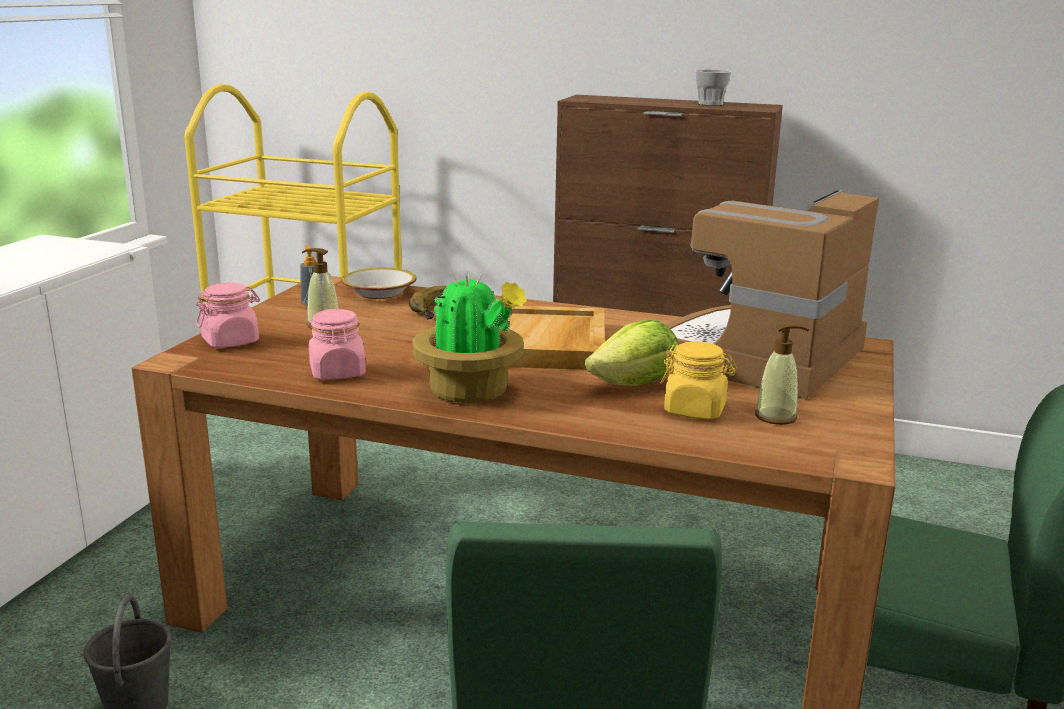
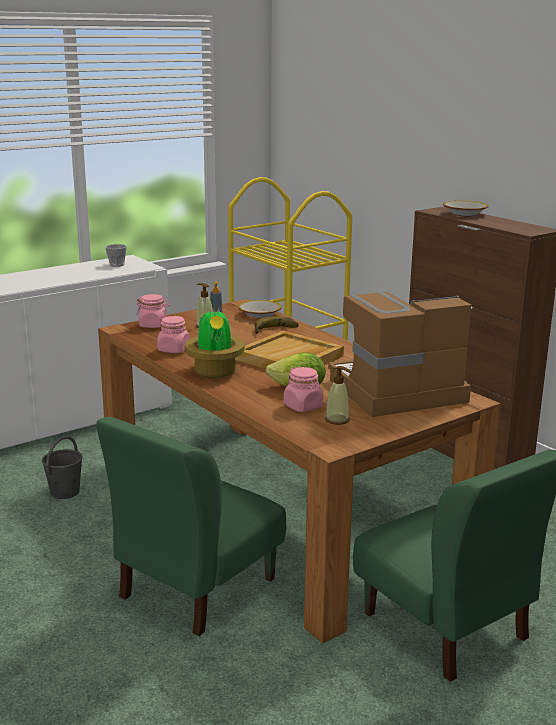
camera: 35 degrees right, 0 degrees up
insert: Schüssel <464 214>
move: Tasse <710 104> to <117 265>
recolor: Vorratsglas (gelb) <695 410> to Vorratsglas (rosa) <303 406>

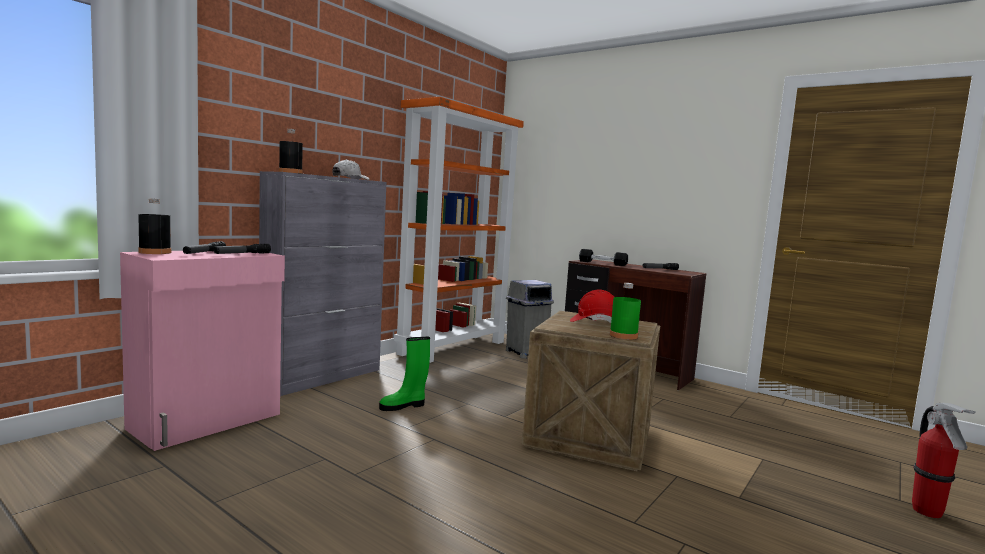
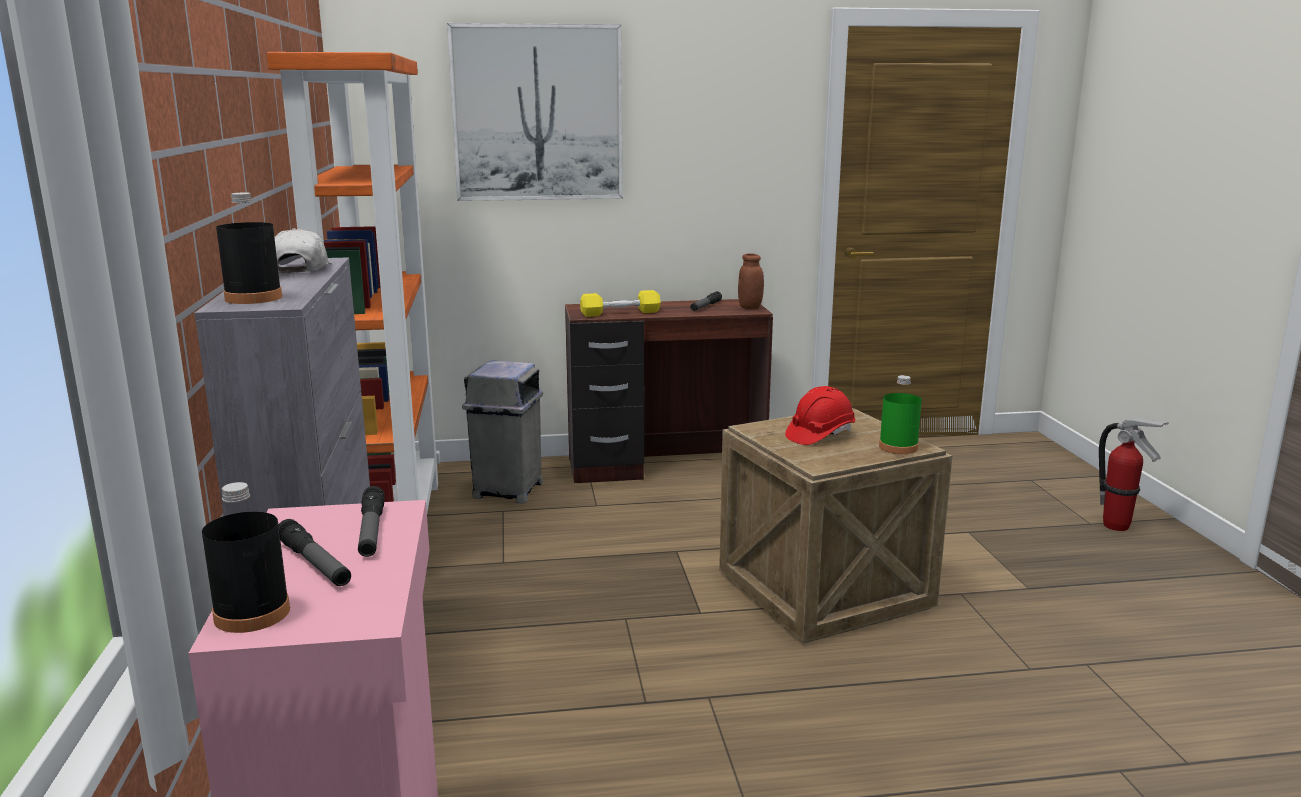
camera: 45 degrees left, 10 degrees up
delete: Stiefel (grün) <403 406>
insert: Bild <538 113>; Vorratsglas (braun) <750 307>
recolor: Hantel (schwarz) <602 263> to Hantel (gelb) <620 313>

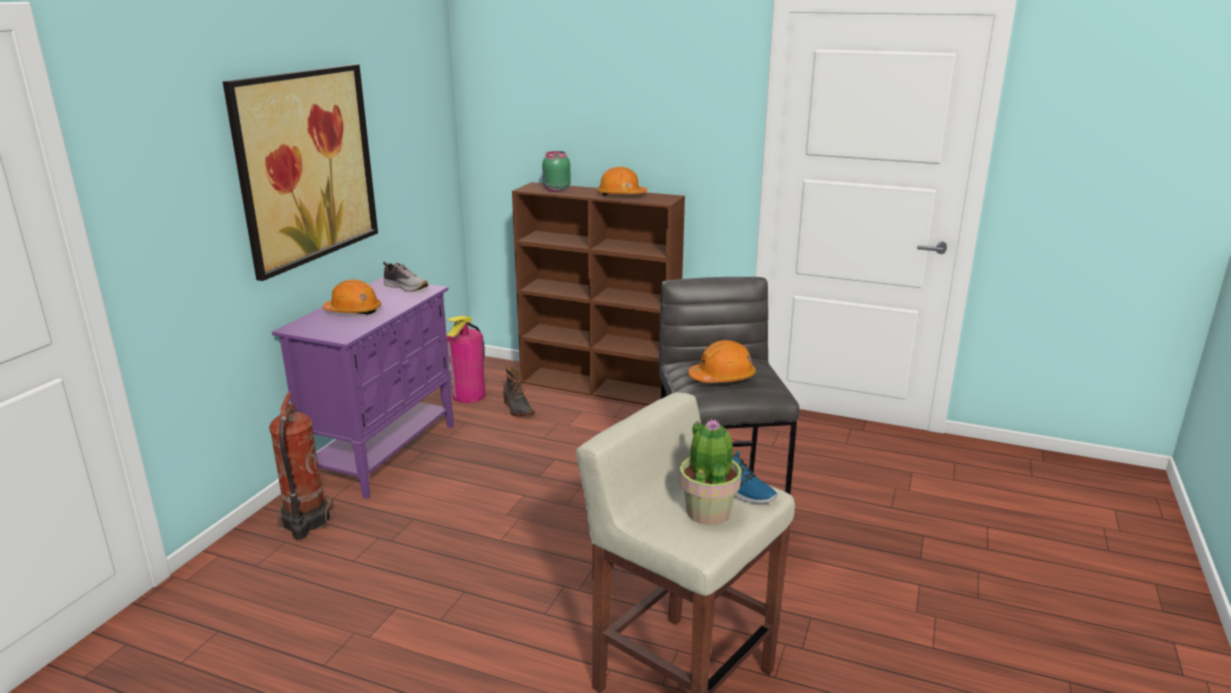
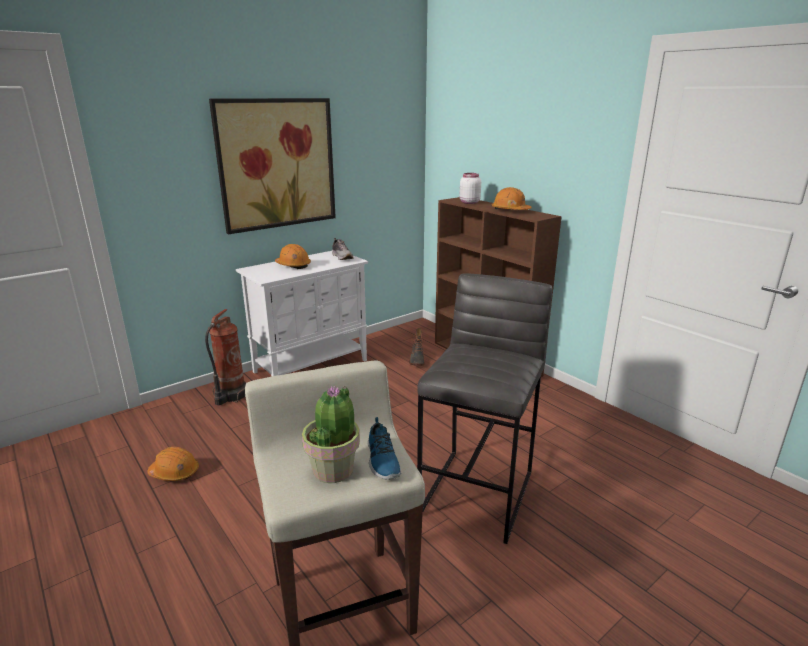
camera: 30 degrees right, 0 degrees up
delete: Feuerlöscher <469 395>
move: Schutzhelm (orange) <722 378> to <175 473>
recolor: Vorratsglas (grün) <556 190> to Vorratsglas (weiß) <469 202>; Schrank (lila) <384 452> to Schrank (weiß) <312 366>

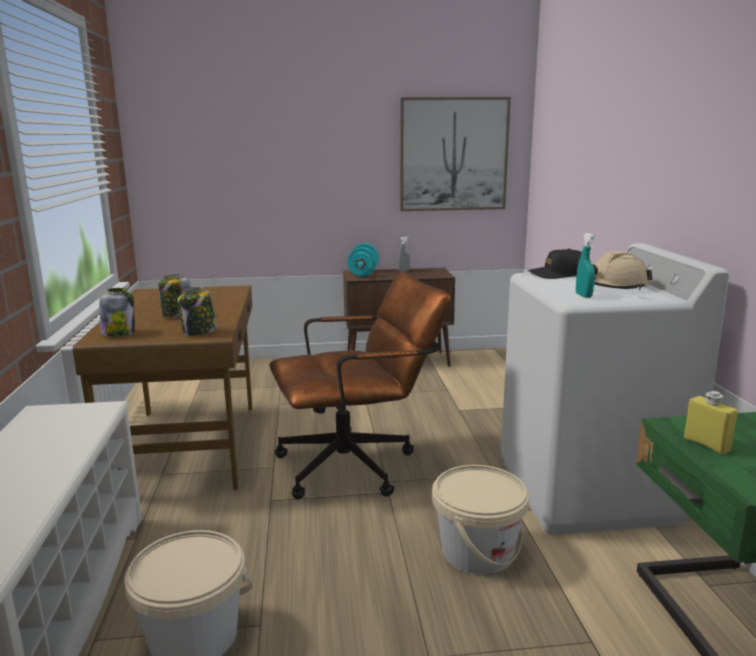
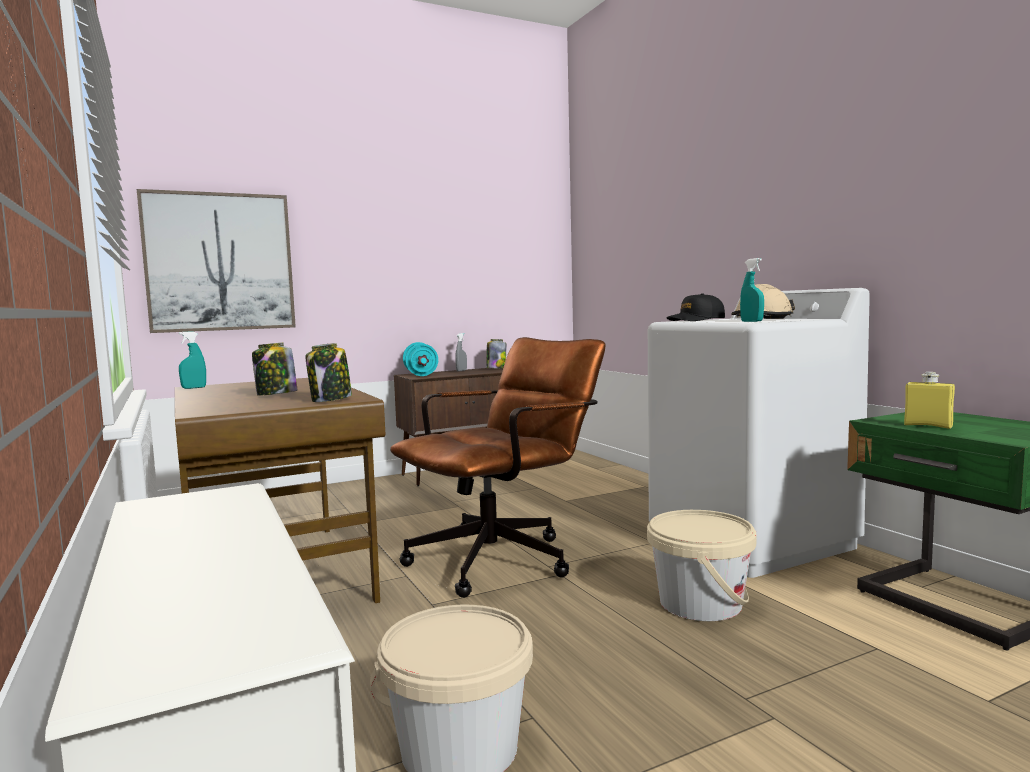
camera: 20 degrees left, 10 degrees down
insert: Sprühflasche (türkis) <194 388>
move: Bild <453 154> to <220 262>; Vorratsglas <119 333> to <496 368>

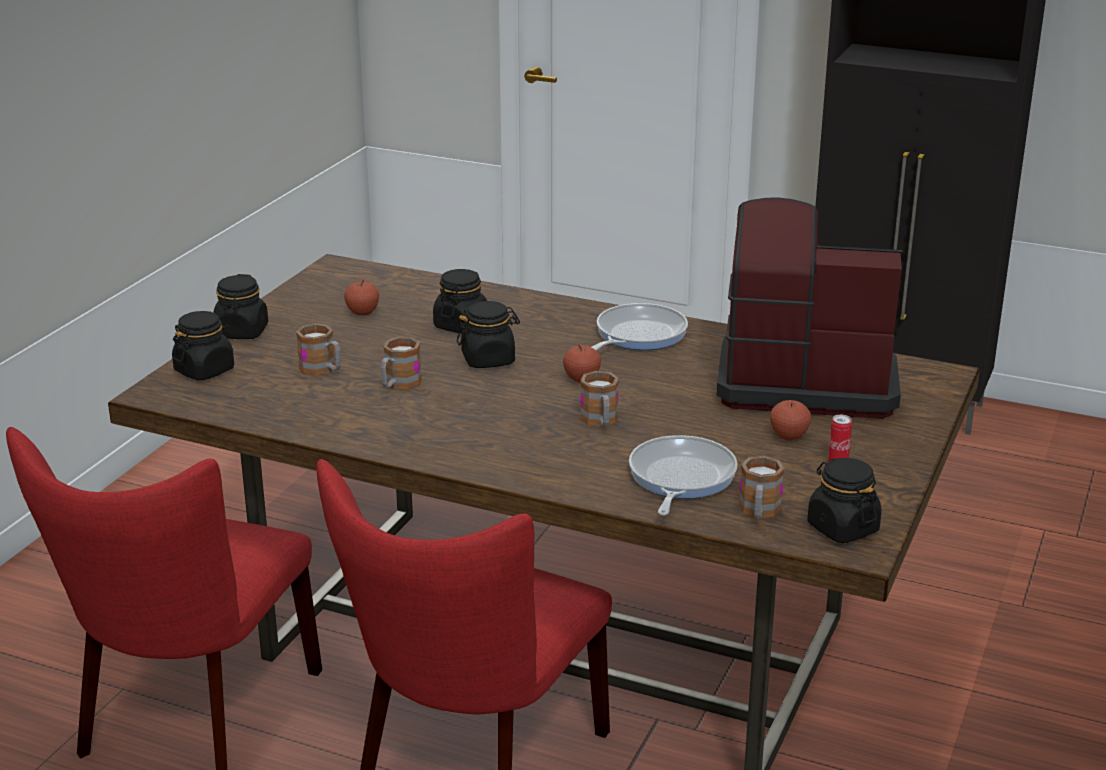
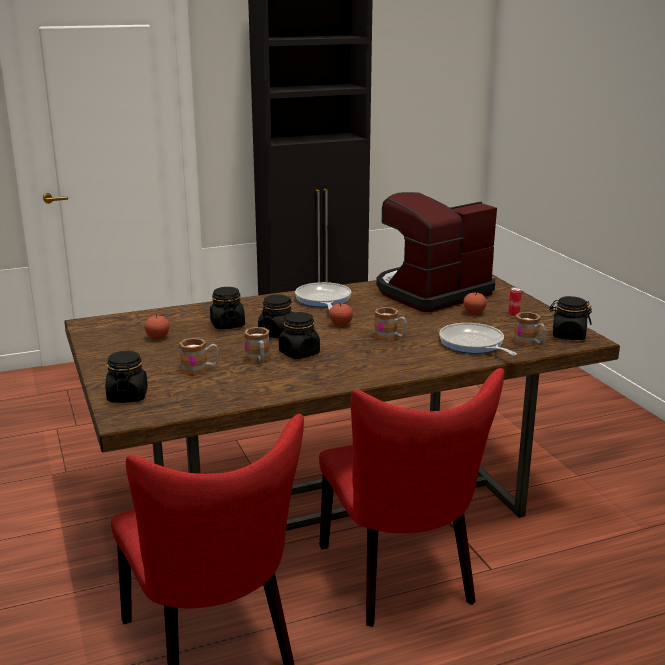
camera: 45 degrees left, 5 degrees down
move: Vorratsglas (schwarz) <241 332> to <299 353>

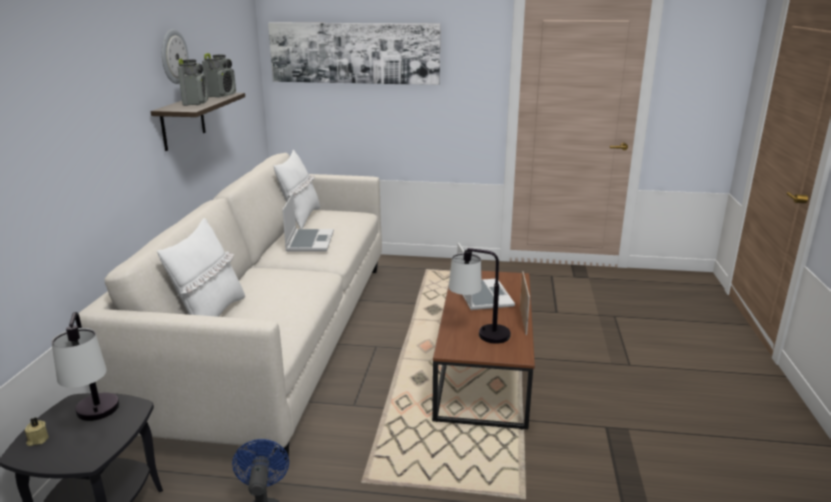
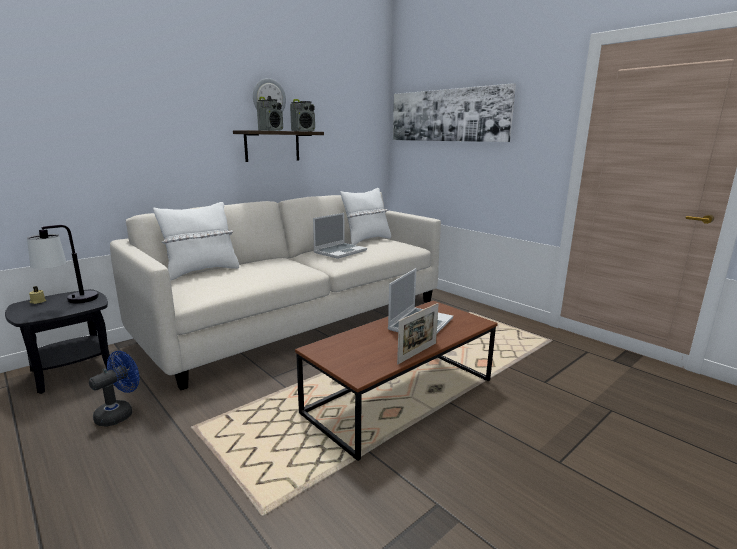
camera: 40 degrees right, 5 degrees down
delete: Tischlampe <479 334>

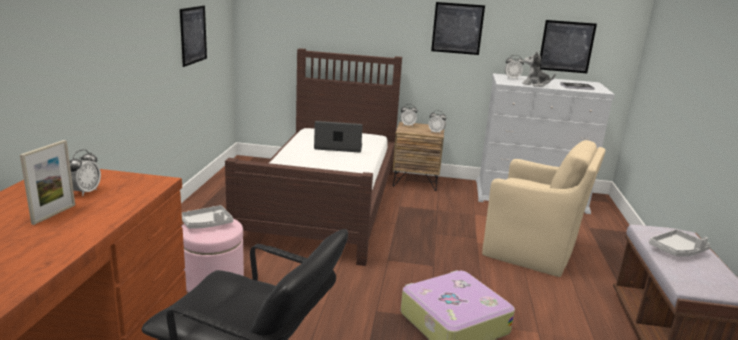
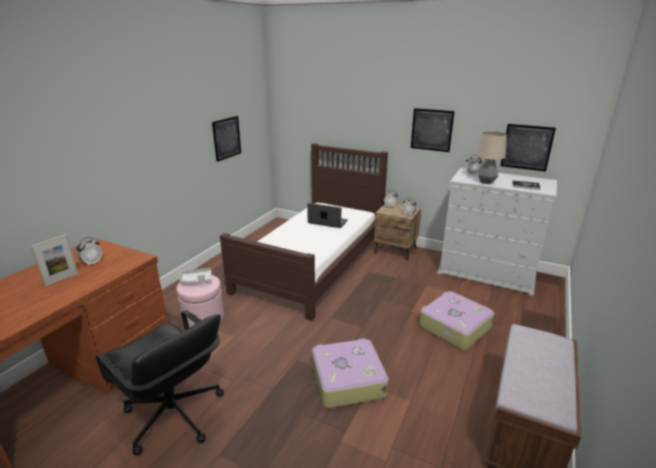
camera: 20 degrees right, 5 degrees up
delete: Tablett (grau) <677 250>
replace: Plüschtier <535 84> to Tischlampe <486 182>; Sessel (beige) <532 252> to Koffer <453 327>

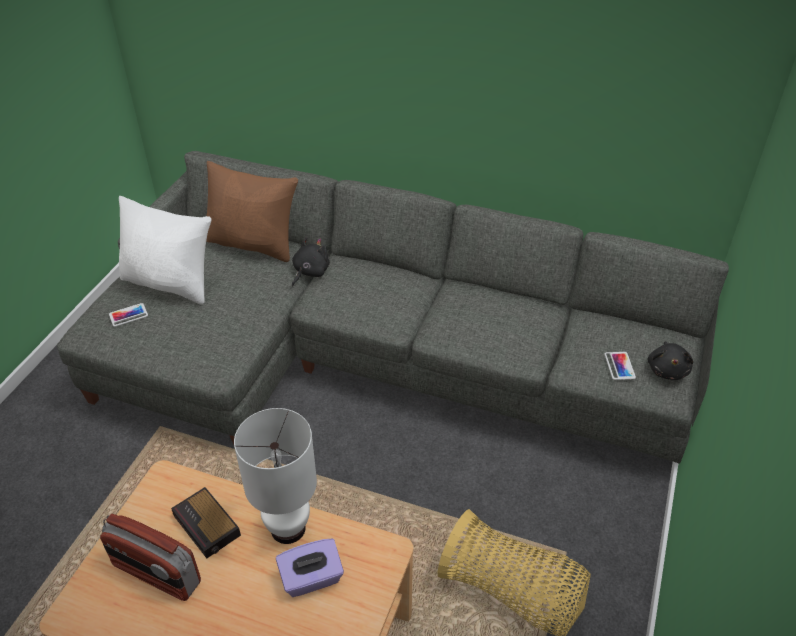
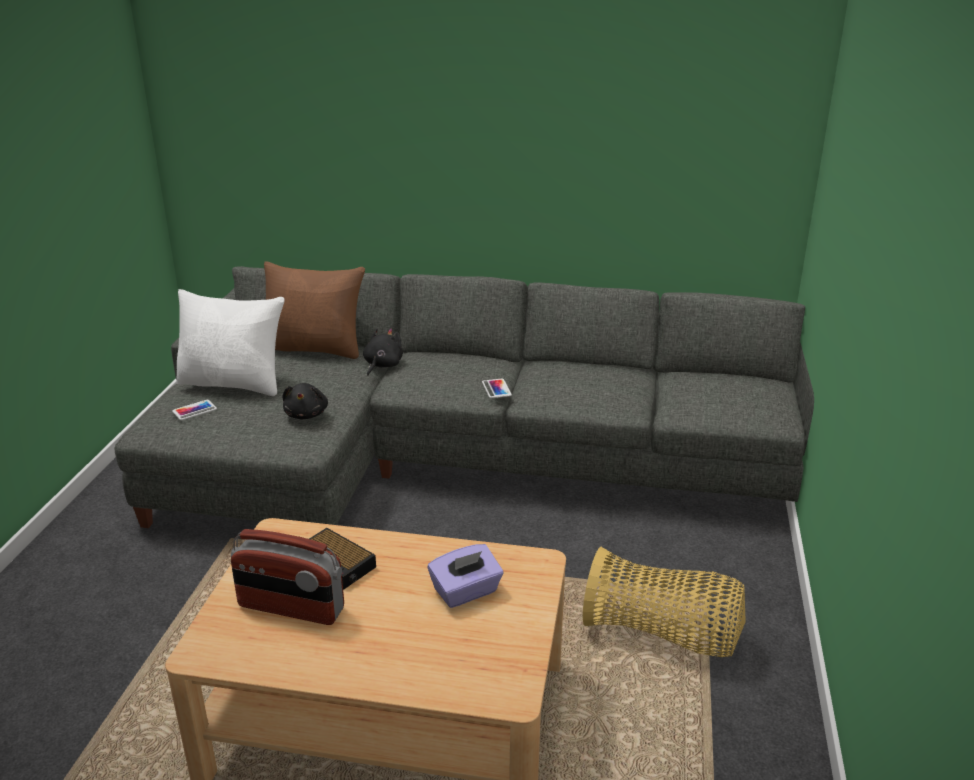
camera: 10 degrees left, 15 degrees down
delete: Tischlampe (weiß) <287 528>
move: Plüschtier (schwarz) <667 369> to <306 414>; Handy <619 366> to <496 389>

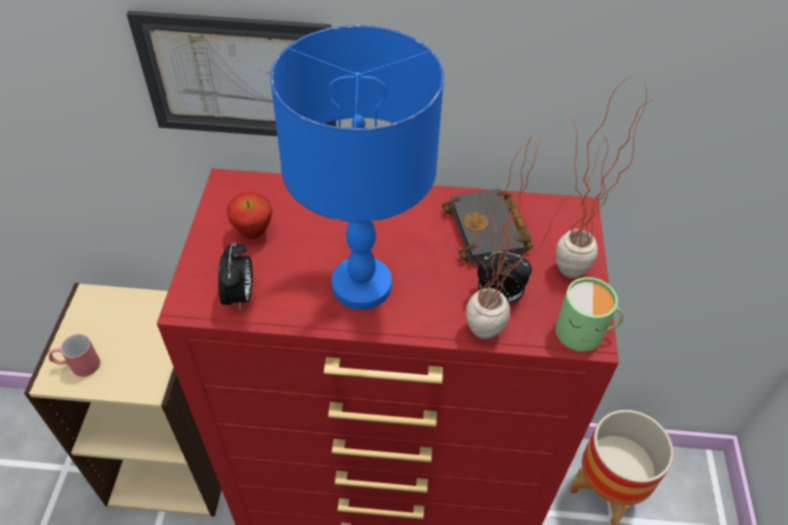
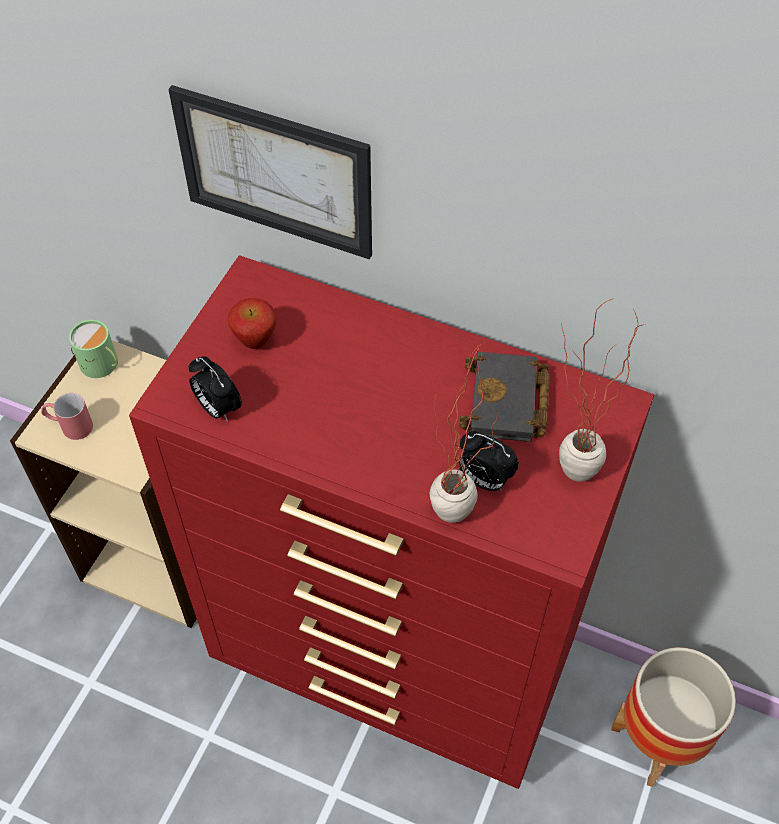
camera: 20 degrees right, 5 degrees up
delete: Tischlampe (blau) <362 285>
move: Henkelbecher (grün) <585 332> to <101 365>
rotate: Wecker <240 296> = <217 408> 120 degrees clockwise

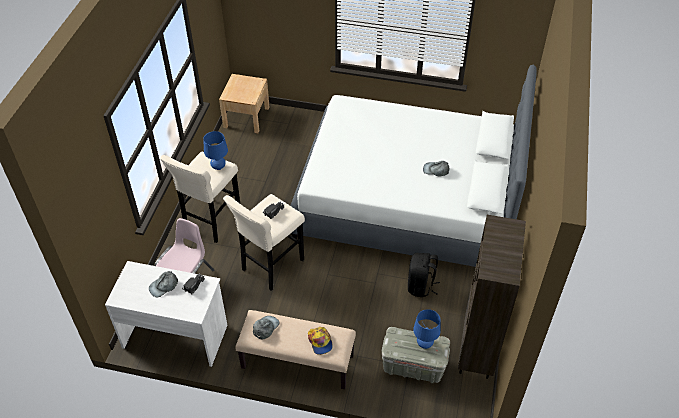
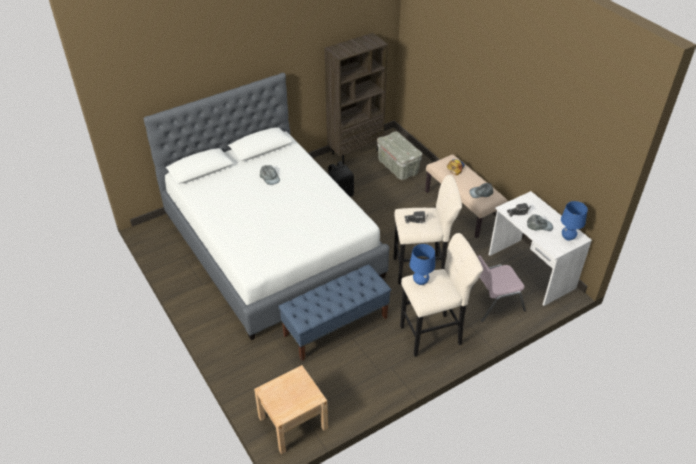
camera: 135 degrees left, 5 degrees down
insert: Bank (blau) <336 326>
move: Tischlampe (blau) <424 344> to <568 237>

